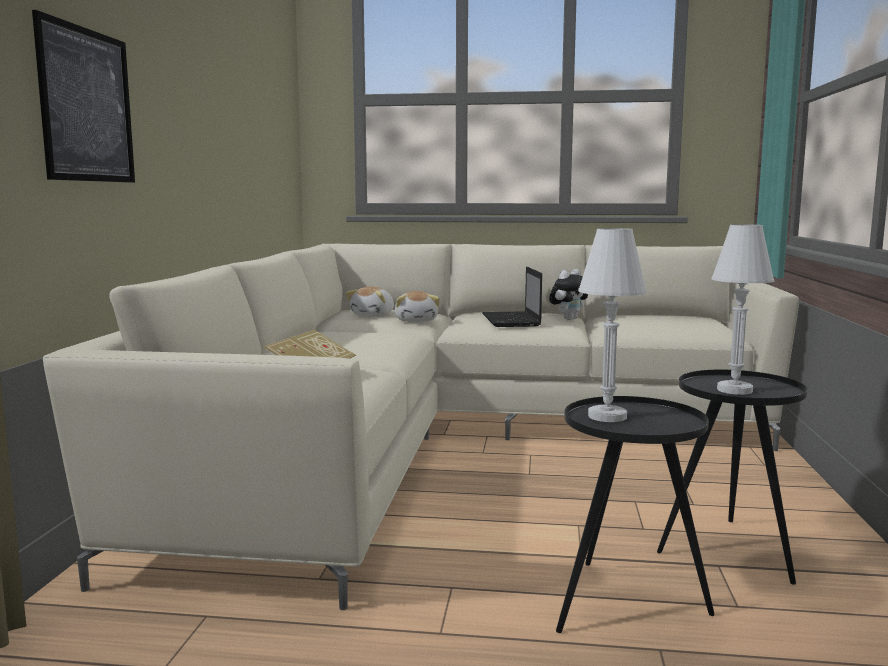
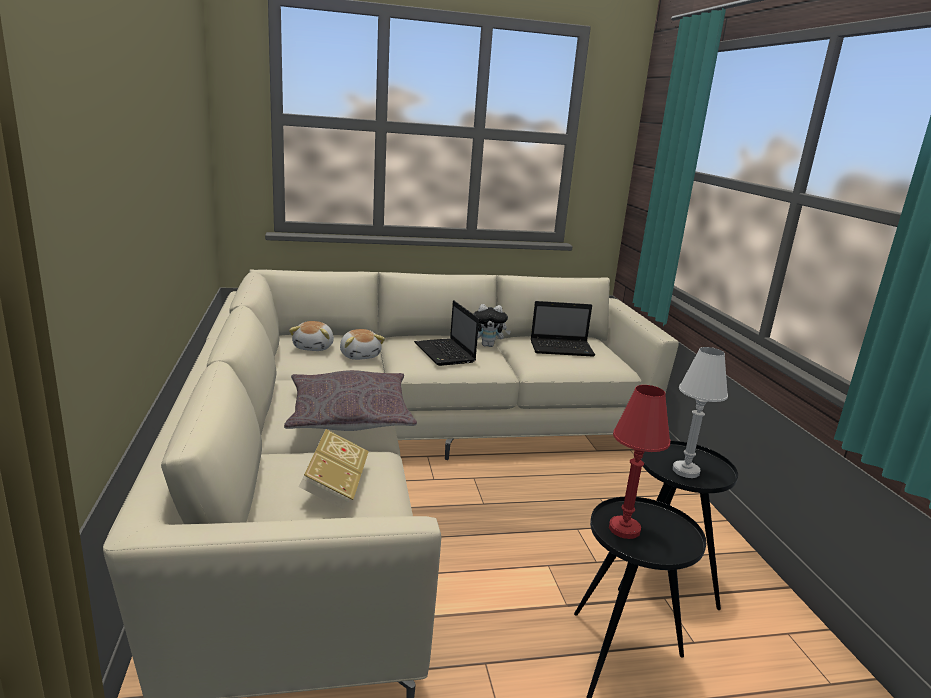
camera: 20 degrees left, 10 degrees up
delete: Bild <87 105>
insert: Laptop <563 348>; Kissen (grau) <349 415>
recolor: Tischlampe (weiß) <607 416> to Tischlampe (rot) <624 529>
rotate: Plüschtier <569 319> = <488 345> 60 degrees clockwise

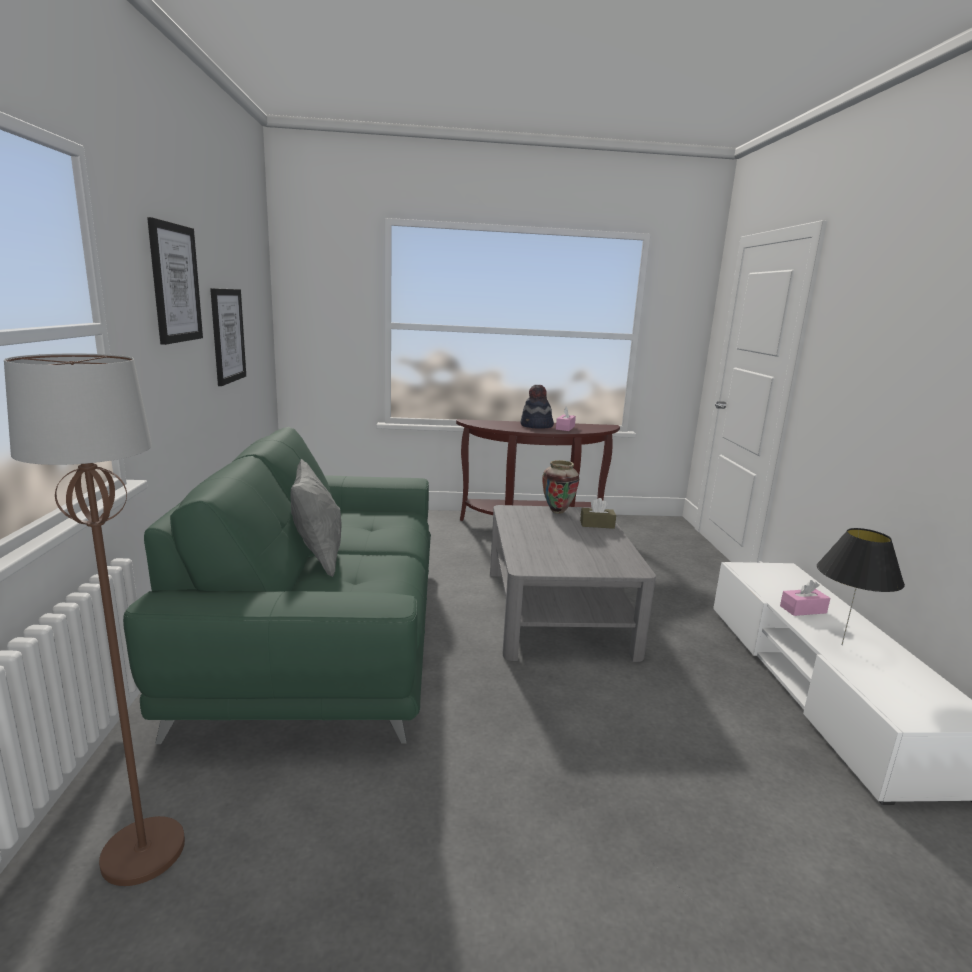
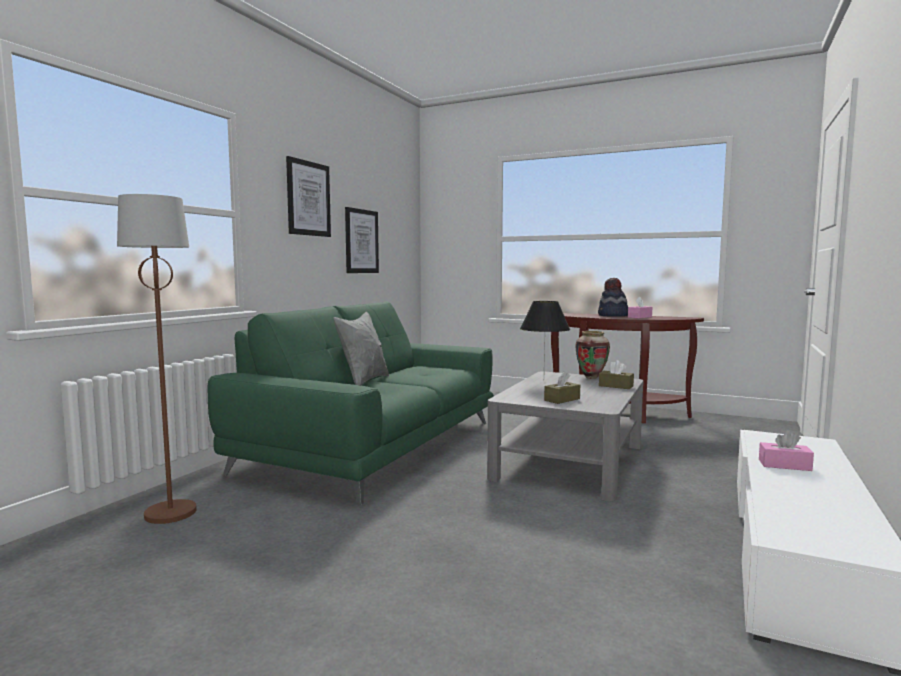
camera: 30 degrees right, 10 degrees down
insert: Taschentuchbox (braun) <562 399>
move: Tischlampe (schwarz) <842 645> to <543 380>

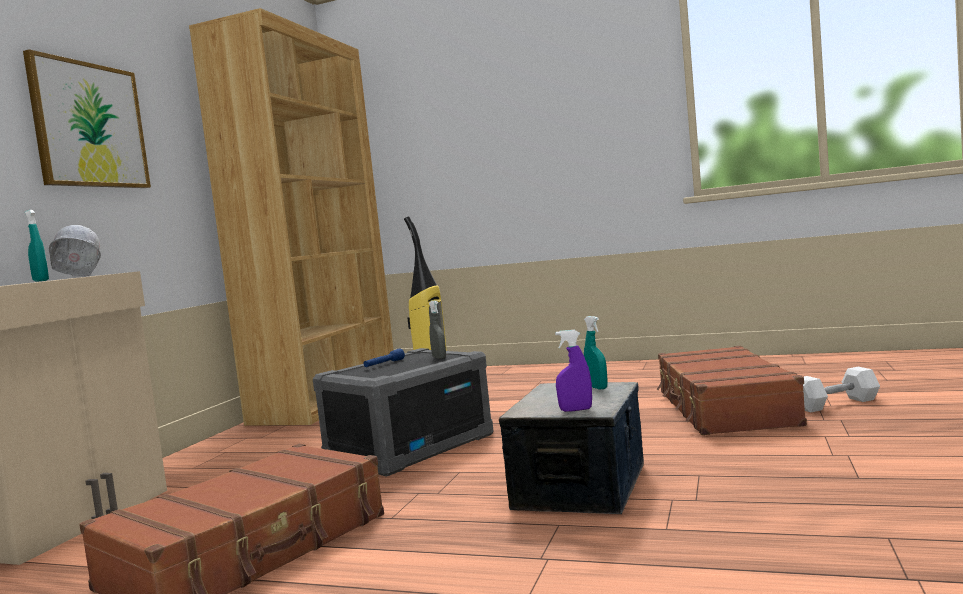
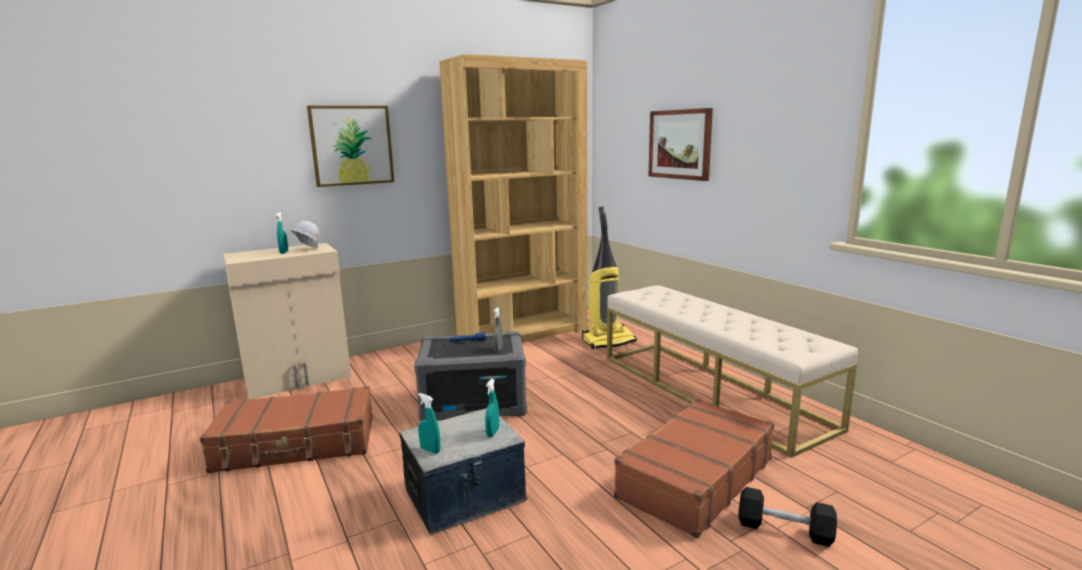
camera: 40 degrees right, 10 degrees up
insert: Bild <680 144>; Bank (beige) <710 390>
recolor: Sprühflasche (lila) <576 410> to Sprühflasche (türkis) <430 450>; Hantel (weiß) <835 404> to Hantel (schwarz) <784 529>

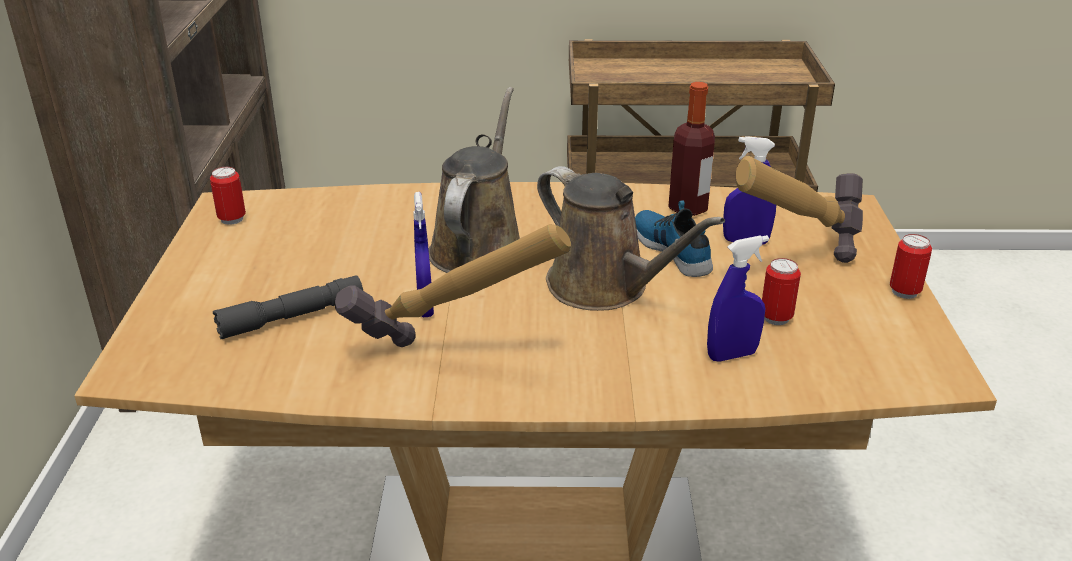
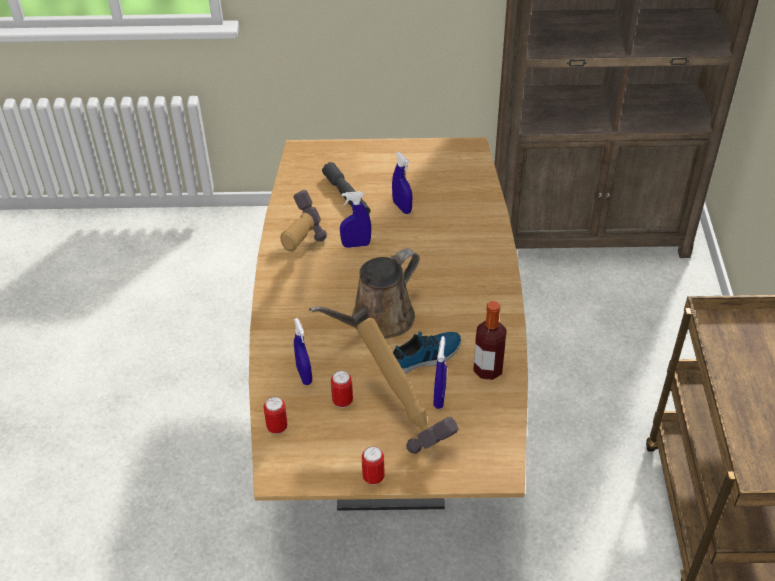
camera: 90 degrees right, 15 degrees up
delete: Gießkanne (braun) <479 247>
insert: Sprühflasche (blau) <402 207>
move: Dose <232 219> to <277 427>

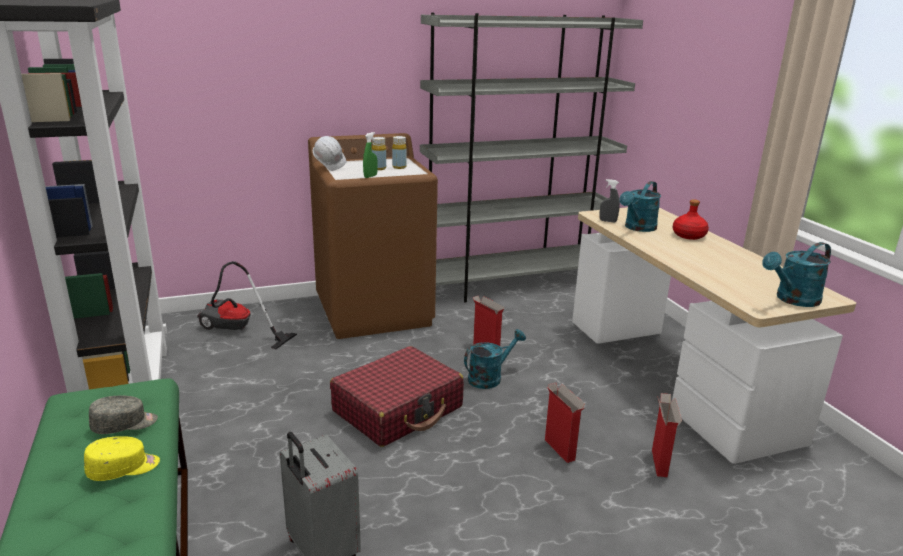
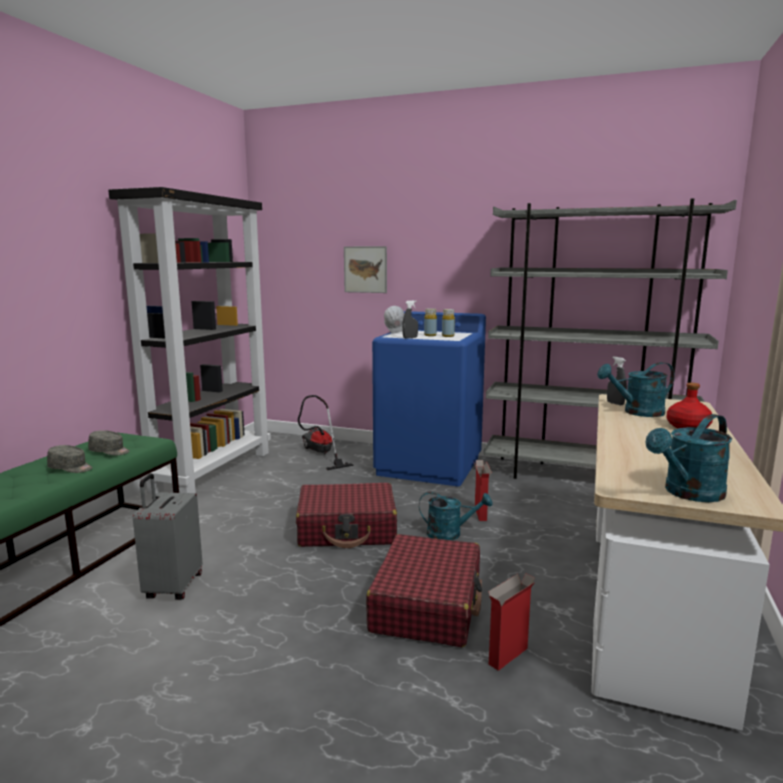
camera: 40 degrees right, 10 degrees down
insert: Bild <365 269>
replace: Karton <560 450> to Koffer (rot) <427 604>
recolor: Sprühflasche (grün) <370 176> to Sprühflasche (grau) <410 338>; Waschmaschine (braun) <374 311> to Waschmaschine (blau) <429 466>; Kappe (gelb) <123 469> to Kappe (grau) <71 468>
rotate: Gießkanne (türkis) <792 300> = <688 494> 45 degrees counterclockwise

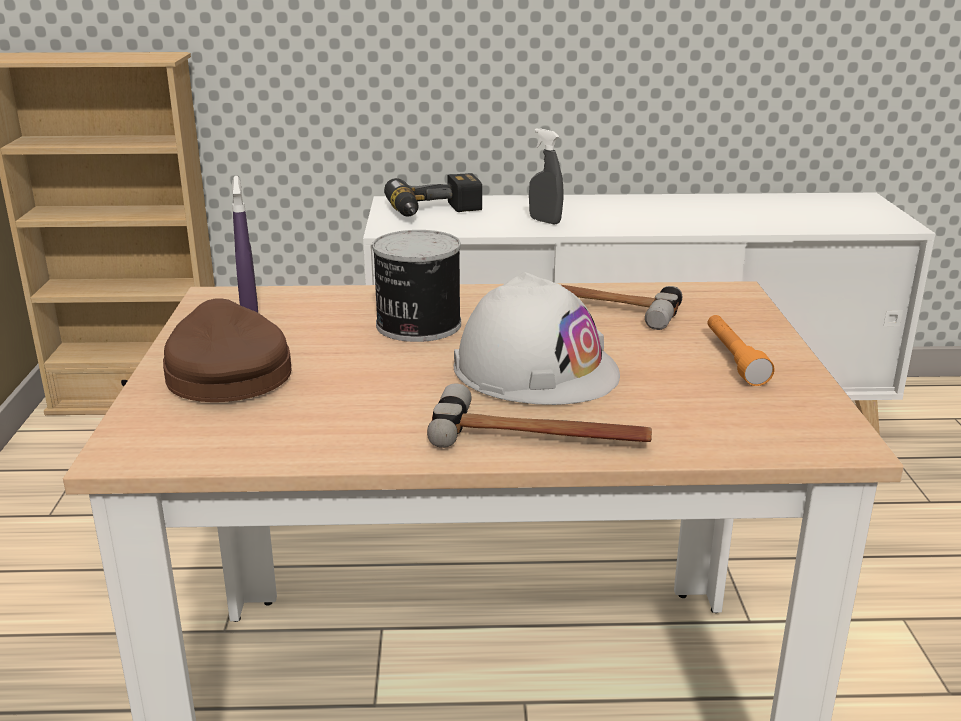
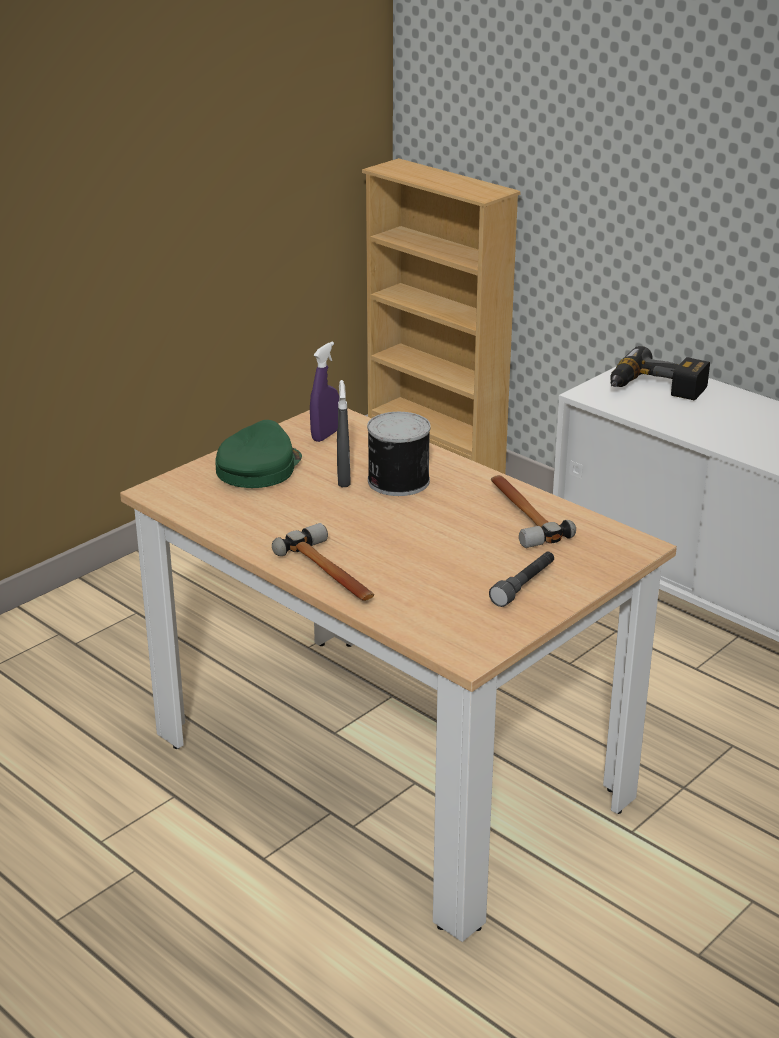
camera: 45 degrees right, 5 degrees up
delete: Schutzhelm (weiß) <535 369>
move: Sprühflasche (grau) <545 221> to <343 479>
recolor: Kappe (braun) <226 372> to Kappe (grün) <258 467>; Taschenlampe (orange) <734 359> to Taschenlampe (grau) <524 586>

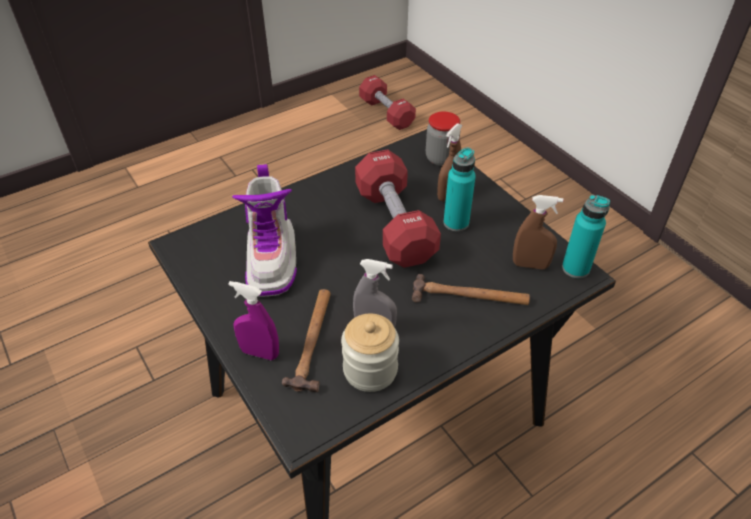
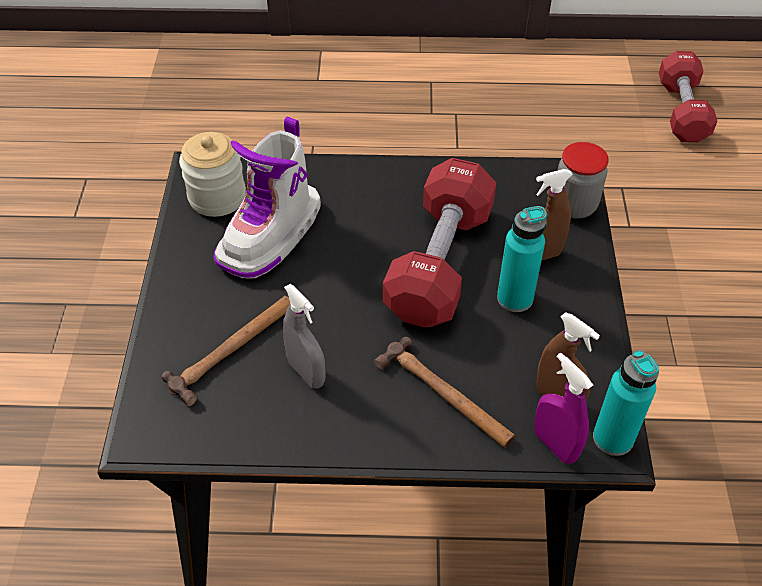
camera: 35 degrees right, 5 degrees up
move: Sprühflasche (lila) <260 353> to <554 445>; Vorratsglas <370 370> to <217 197>

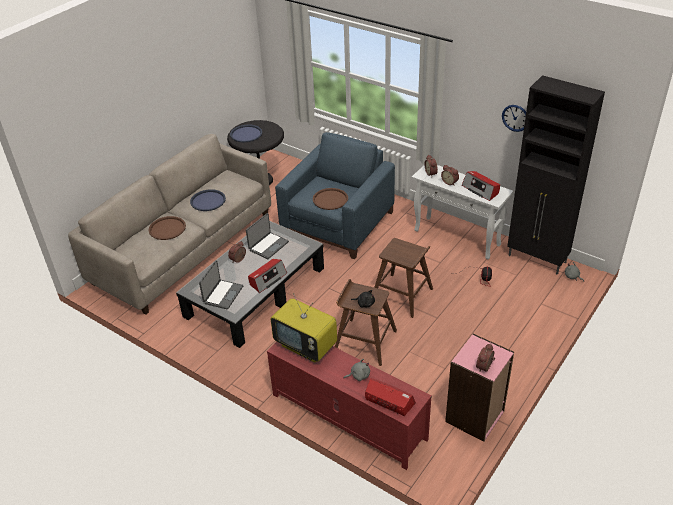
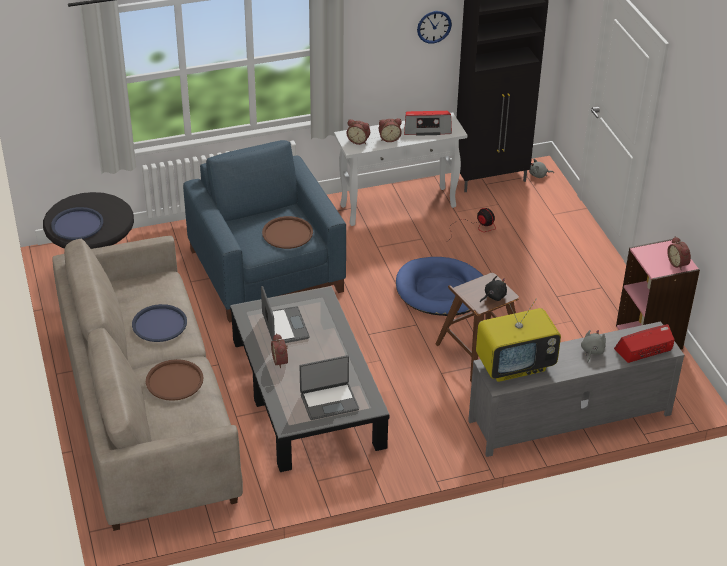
camera: 55 degrees left, 0 degrees up
delete: Radio <267 279>
replace: Hocker (braun) <402 295> to Hundebett (blau) <441 290>
recolor: Fernsehschrank (rot) <347 416> to Fernsehschrank (grau) <569 418>
rotate: Laptop <222 294> = <329 401> 105 degrees clockwise

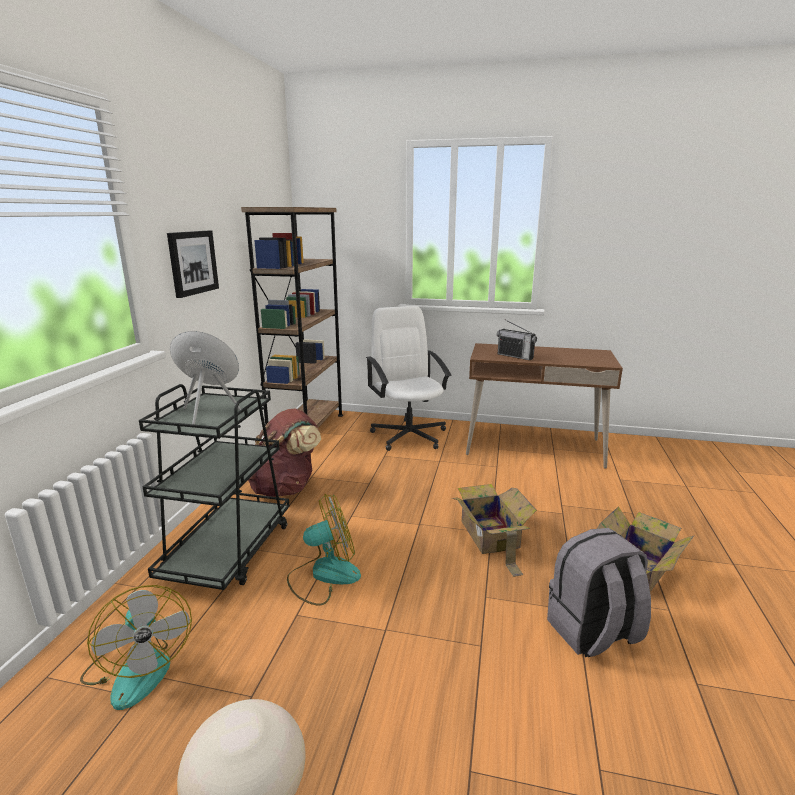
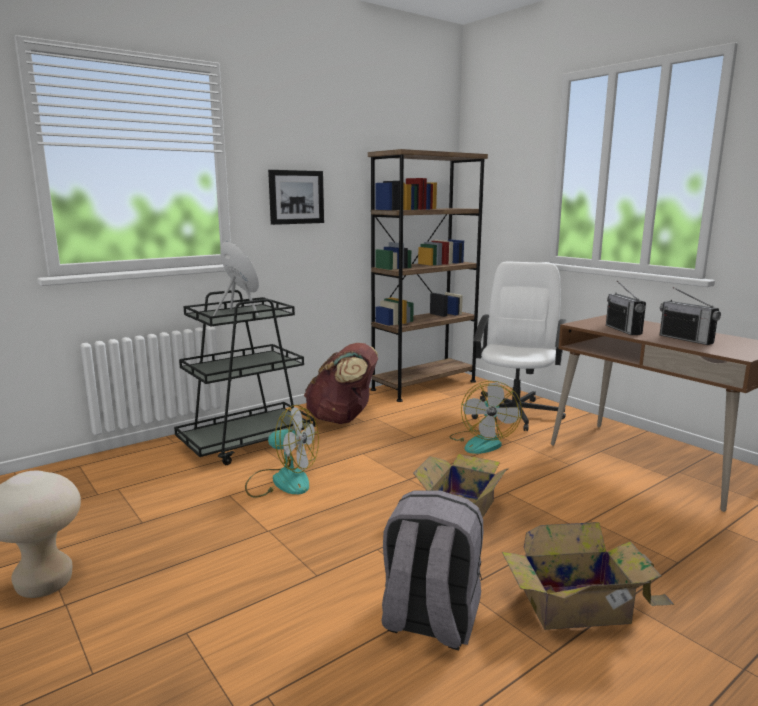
camera: 40 degrees right, 5 degrees down
insert: Radio <686 339>
move: Ventilator <139 668> to <482 442>

